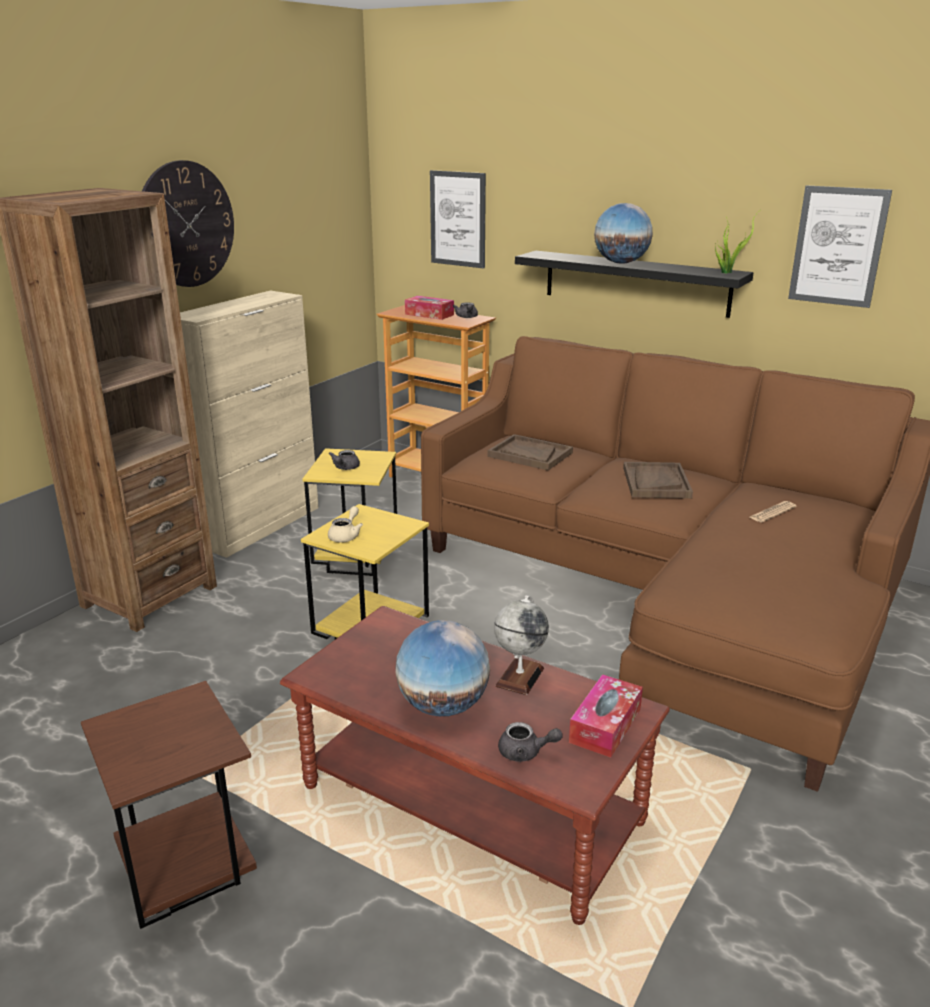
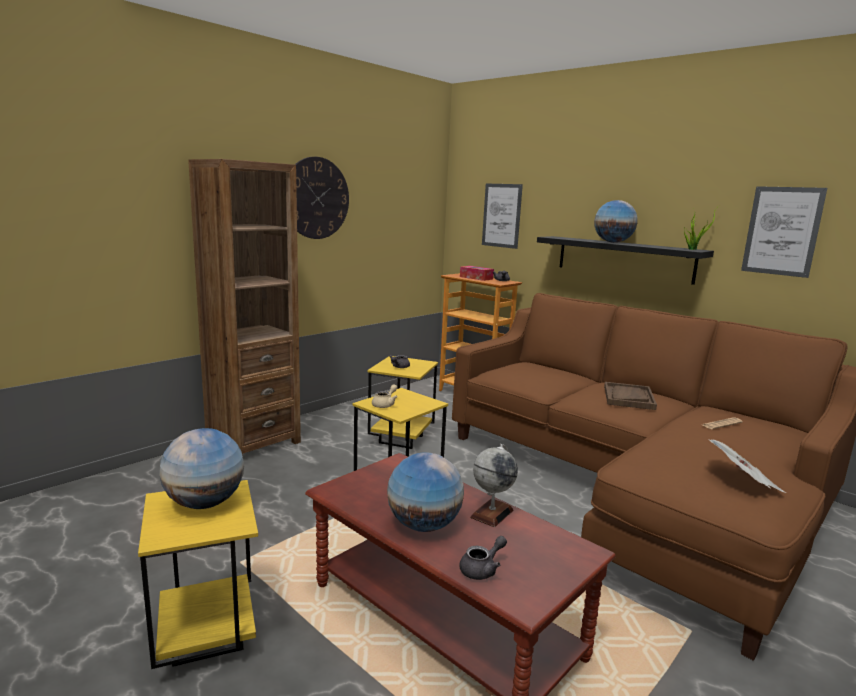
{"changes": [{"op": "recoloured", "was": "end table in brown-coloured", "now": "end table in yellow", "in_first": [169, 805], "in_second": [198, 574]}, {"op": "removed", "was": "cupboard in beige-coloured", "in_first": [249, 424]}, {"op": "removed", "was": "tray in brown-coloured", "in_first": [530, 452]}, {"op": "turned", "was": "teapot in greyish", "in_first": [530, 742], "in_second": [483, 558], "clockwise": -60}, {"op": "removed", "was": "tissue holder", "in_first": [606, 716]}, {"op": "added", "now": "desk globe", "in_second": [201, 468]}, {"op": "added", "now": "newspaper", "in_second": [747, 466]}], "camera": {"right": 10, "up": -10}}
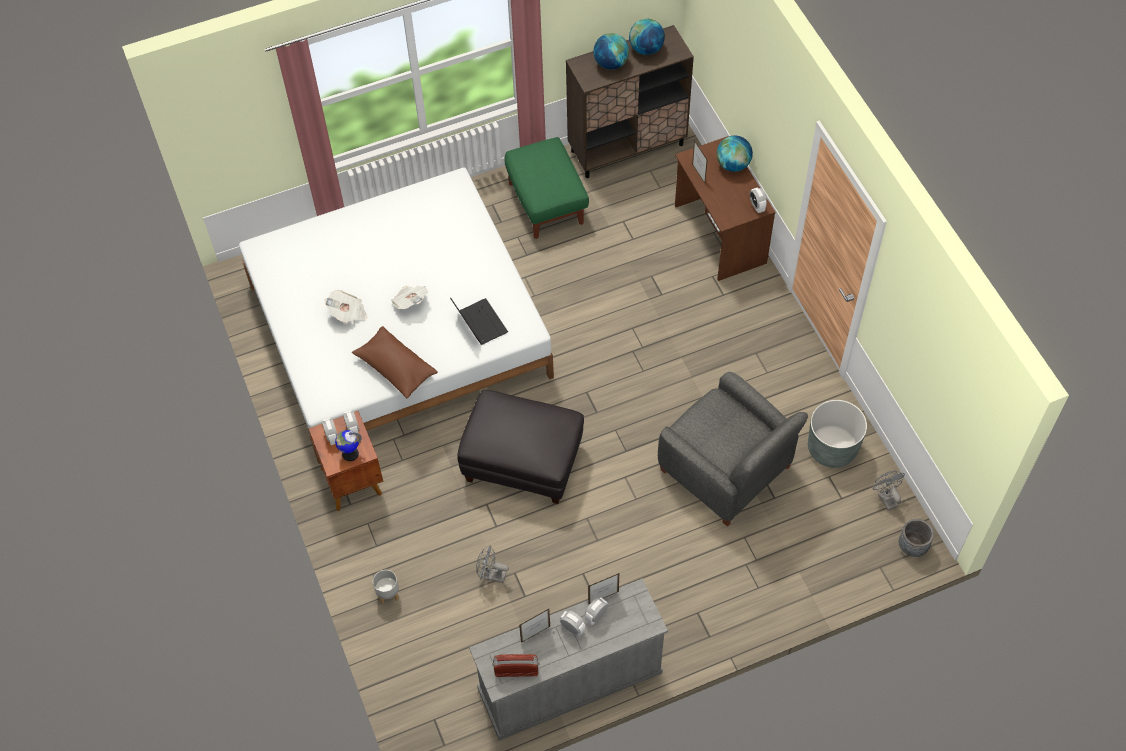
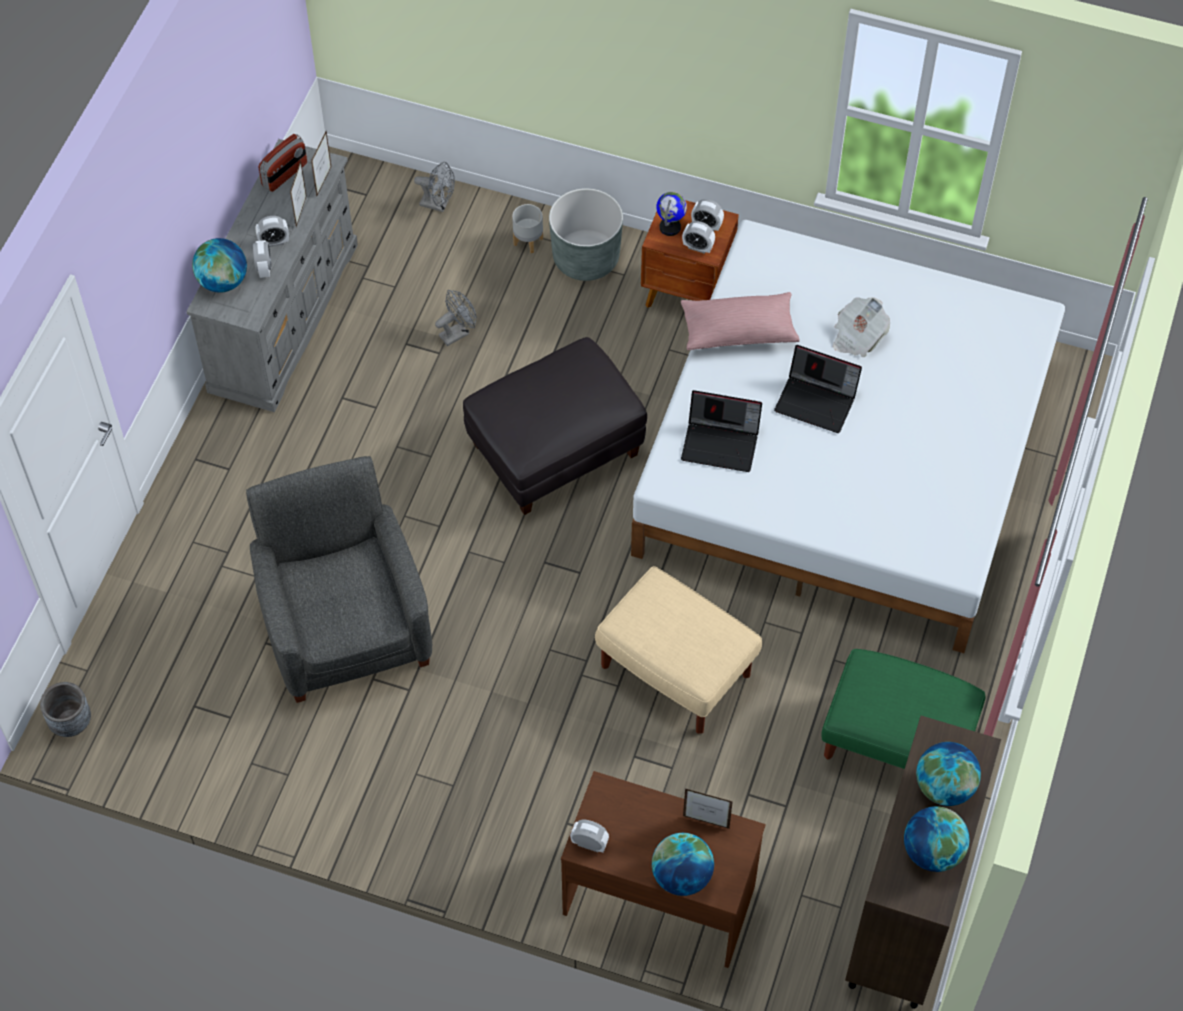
{"changes": [{"op": "recoloured", "was": "throw pillow in brown-coloured", "now": "throw pillow in pinkish", "in_first": [395, 362], "in_second": [740, 321]}, {"op": "replaced", "was": "newspaper", "now": "notebook computer", "in_first": [409, 297], "in_second": [818, 389]}, {"op": "moved", "was": "picture frame", "in_first": [603, 589], "in_second": [321, 164]}, {"op": "turned", "was": "lounge chair in greyish", "in_first": [733, 449], "in_second": [339, 579], "clockwise": 75}, {"op": "moved", "was": "planter in greyish", "in_first": [837, 434], "in_second": [586, 234]}, {"op": "moved", "was": "cooling fan in greyish", "in_first": [889, 490], "in_second": [434, 187]}, {"op": "added", "now": "desk globe", "in_second": [219, 265]}, {"op": "added", "now": "pouffe in beige-coloured", "in_second": [678, 650]}], "camera": {"right": 130, "up": 0}}
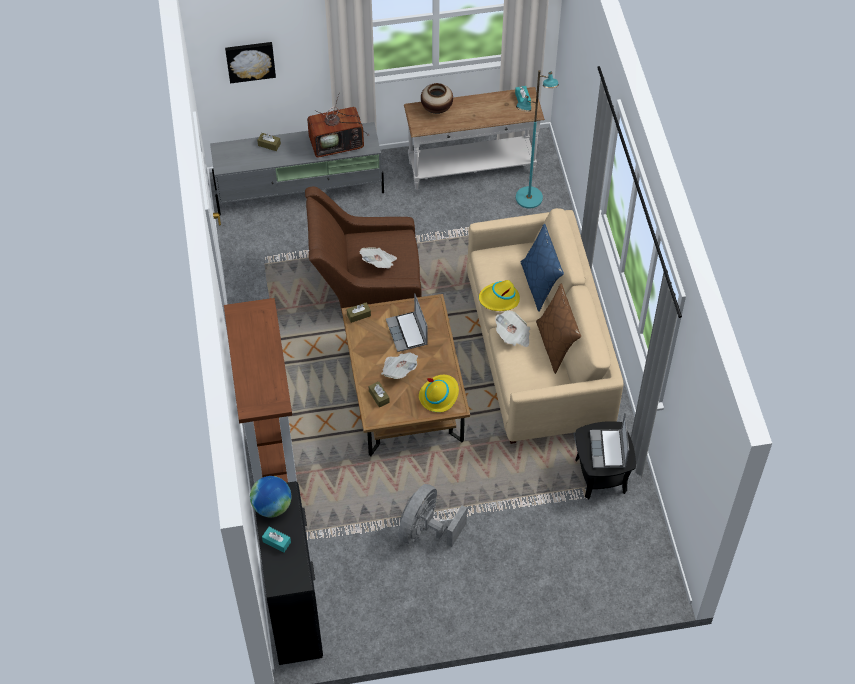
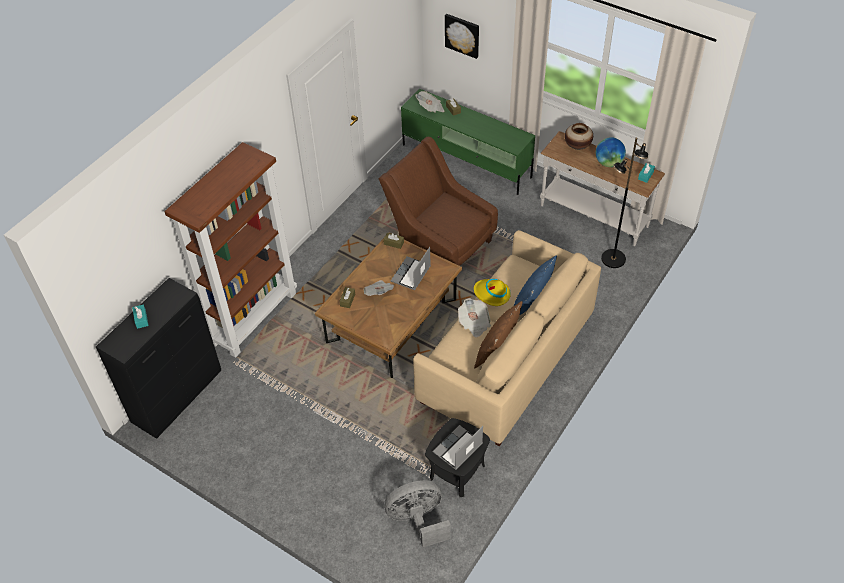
{"changes": [{"op": "recoloured", "was": "tv stand in greyish", "now": "tv stand in green-coloured", "in_first": [297, 168], "in_second": [468, 142]}, {"op": "moved", "was": "desk globe", "in_first": [270, 496], "in_second": [611, 152]}, {"op": "removed", "was": "TV set", "in_first": [338, 124]}, {"op": "moved", "was": "newspaper", "in_first": [378, 258], "in_second": [430, 102]}, {"op": "moved", "was": "cooling fan in greyish", "in_first": [432, 515], "in_second": [417, 513]}, {"op": "removed", "was": "wearable hat in yellow", "in_first": [439, 393]}, {"op": "recoloured", "was": "standard lamp in turquoise-coloured", "now": "standard lamp in black", "in_first": [537, 139], "in_second": [624, 203]}], "camera": {"right": 45, "up": -5}}
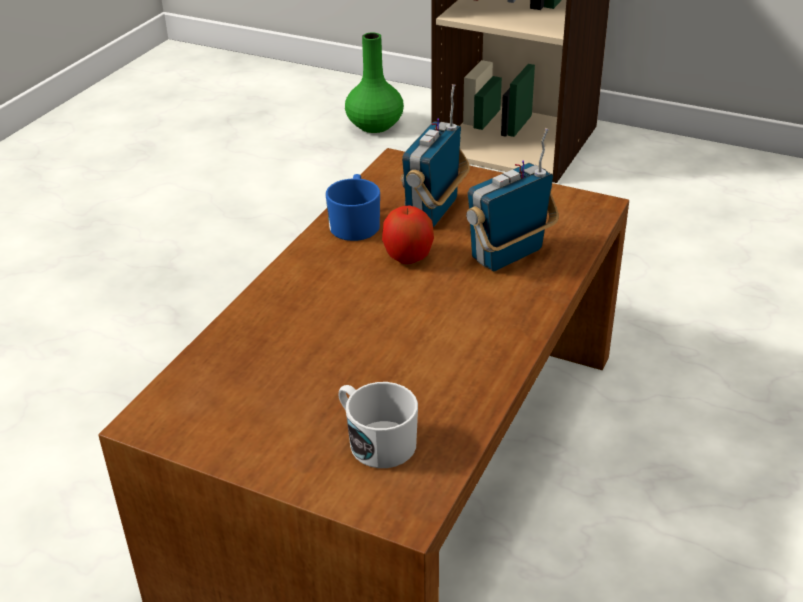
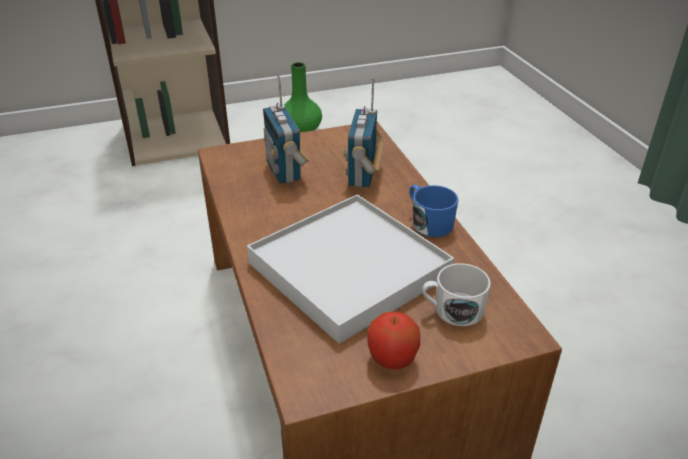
{"changes": [{"op": "moved", "was": "mug in blue-coloured", "in_first": [353, 207], "in_second": [434, 211]}, {"op": "moved", "was": "flower vase in green-coloured", "in_first": [374, 82], "in_second": [303, 97]}, {"op": "moved", "was": "apple fruit", "in_first": [408, 235], "in_second": [393, 340]}, {"op": "added", "now": "tray in white-coloured", "in_second": [350, 269]}], "camera": {"right": -45, "up": 0}}
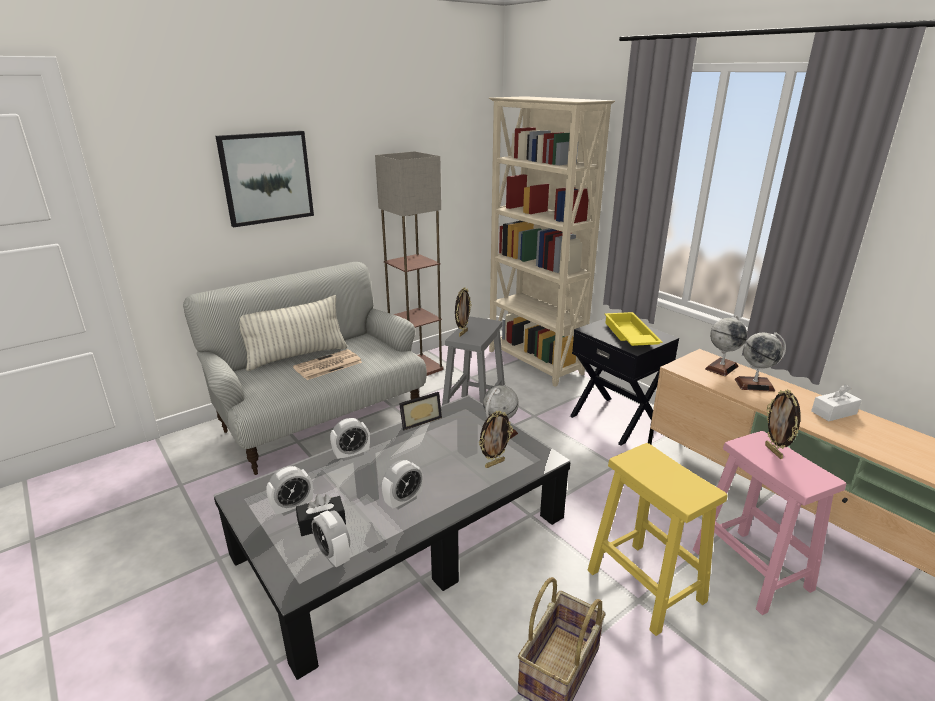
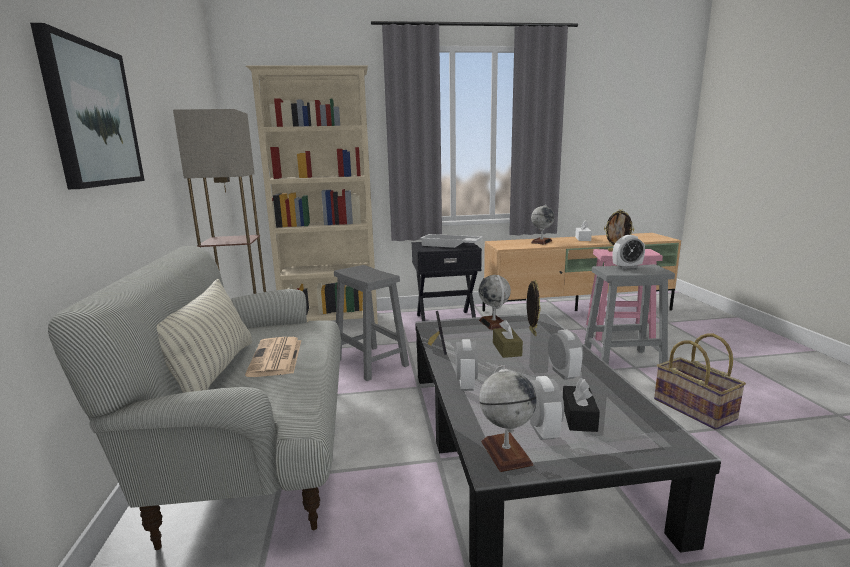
{"changes": [{"op": "moved", "was": "bedside clock", "in_first": [331, 539], "in_second": [629, 252]}, {"op": "removed", "was": "picture frame", "in_first": [463, 312]}, {"op": "recoloured", "was": "sitting stool in yellow", "now": "sitting stool in greyish", "in_first": [657, 539], "in_second": [629, 314]}, {"op": "recoloured", "was": "tray in yellow", "now": "tray in white-coloured", "in_first": [633, 329], "in_second": [451, 241]}, {"op": "moved", "was": "desk globe", "in_first": [726, 345], "in_second": [508, 418]}, {"op": "added", "now": "tissue holder in brown-coloured", "in_second": [508, 339]}], "camera": {"right": -60, "up": -10}}
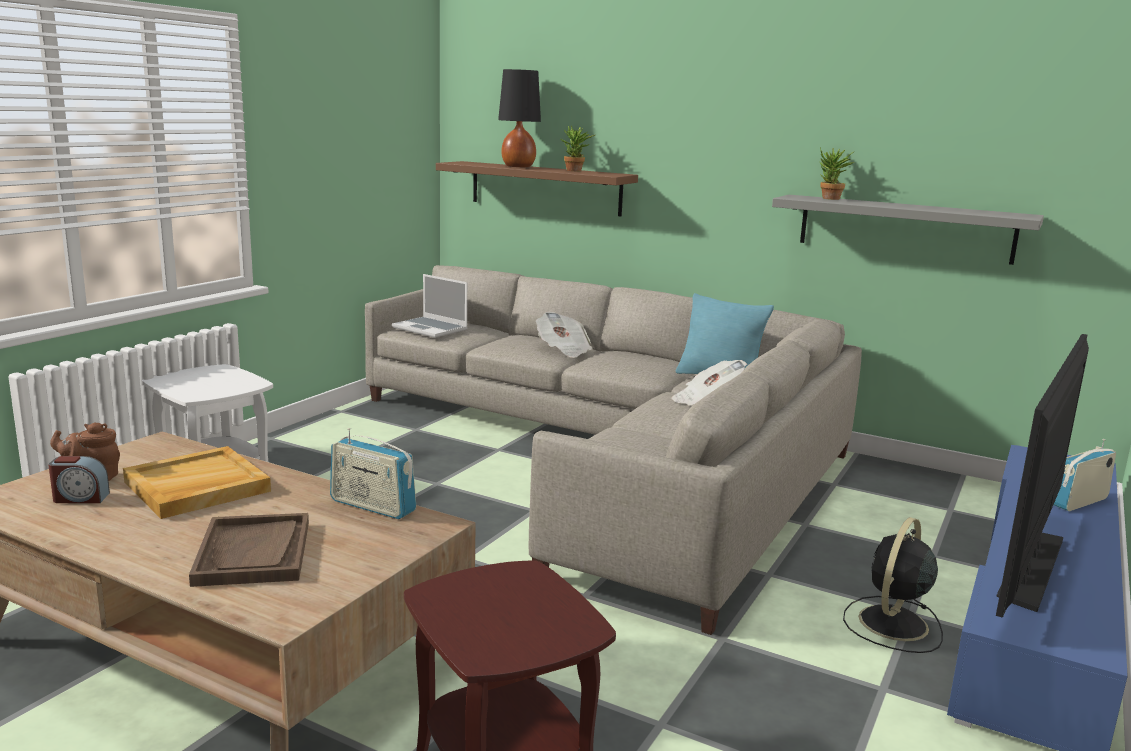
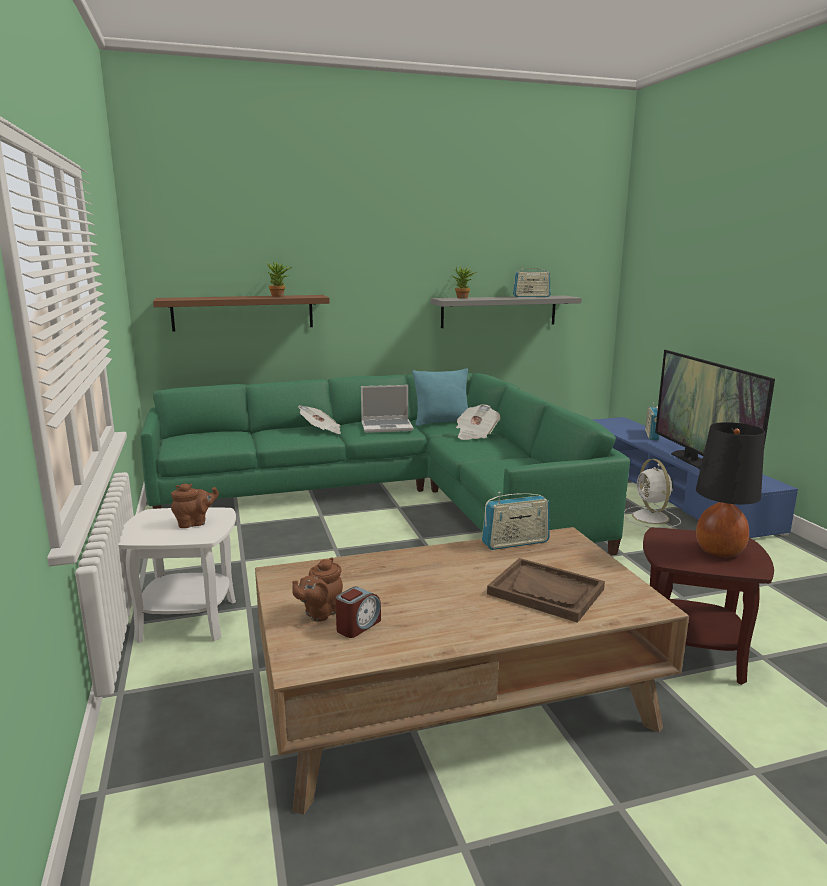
{"changes": [{"op": "removed", "was": "tray in beige-coloured", "in_first": [197, 482]}, {"op": "recoloured", "was": "settee in greyish", "now": "settee in green-coloured", "in_first": [613, 450], "in_second": [385, 464]}, {"op": "moved", "was": "notebook computer", "in_first": [430, 306], "in_second": [387, 409]}, {"op": "moved", "was": "lamp for a table in black", "in_first": [519, 118], "in_second": [730, 490]}, {"op": "recoloured", "was": "cooling fan in black", "now": "cooling fan in white-coloured", "in_first": [893, 585], "in_second": [652, 493]}, {"op": "added", "now": "teapot in brown-coloured", "in_second": [195, 505]}, {"op": "added", "now": "radio", "in_second": [531, 281]}], "camera": {"right": -45, "up": 0}}
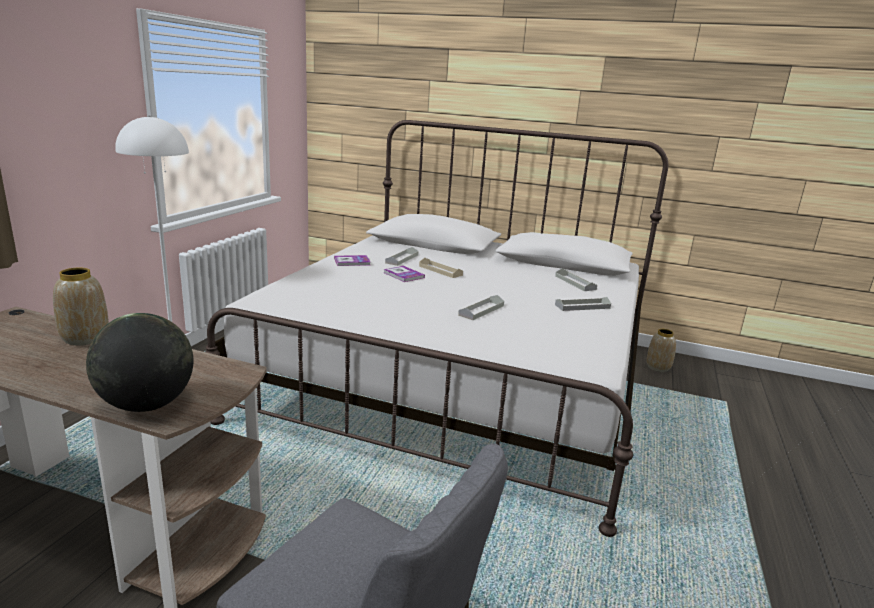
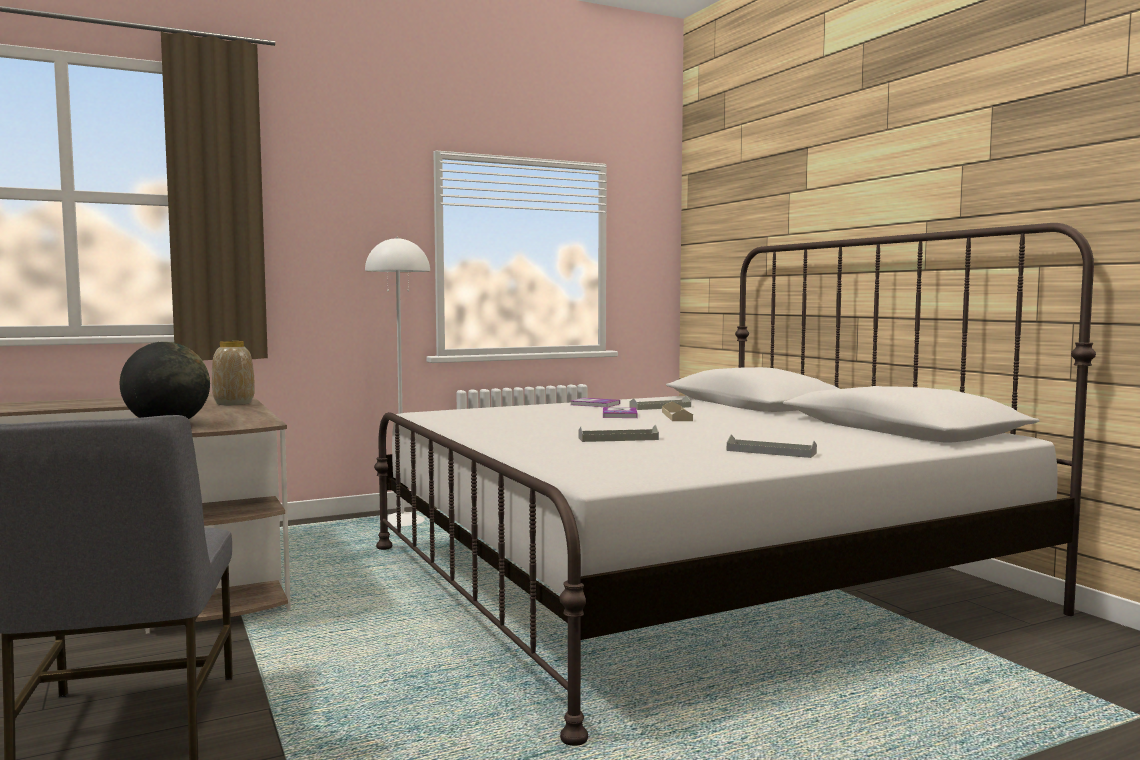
{"changes": [{"op": "removed", "was": "tray in greyish", "in_first": [576, 279]}, {"op": "removed", "was": "flower vase", "in_first": [661, 350]}], "camera": {"right": 45, "up": -15}}
